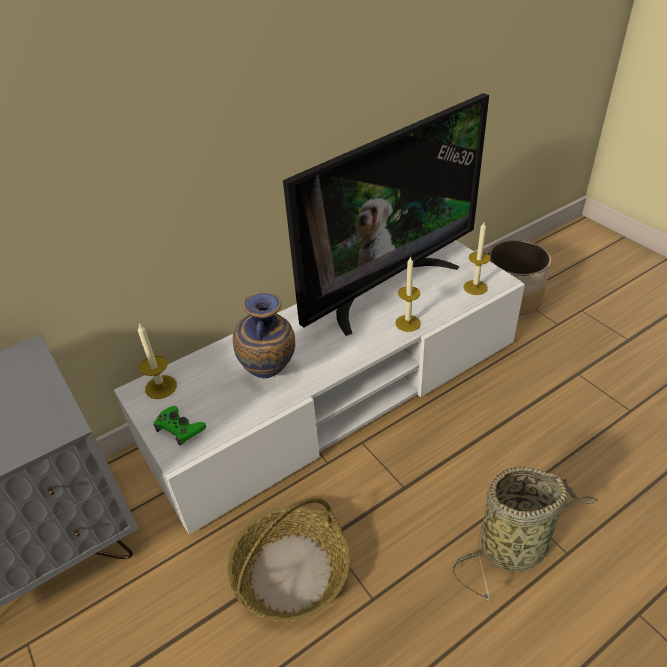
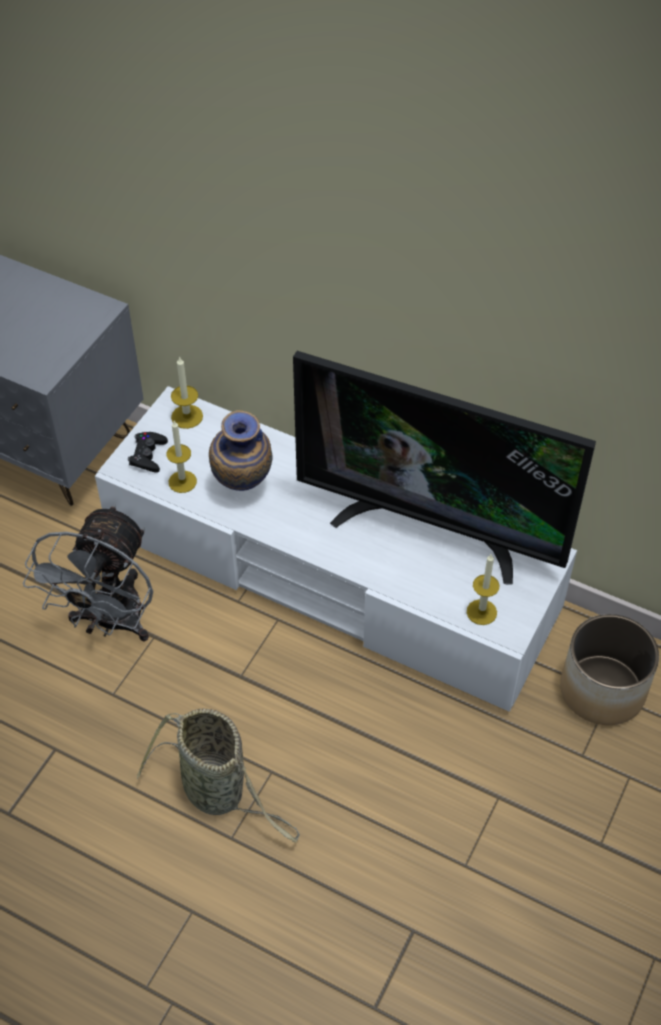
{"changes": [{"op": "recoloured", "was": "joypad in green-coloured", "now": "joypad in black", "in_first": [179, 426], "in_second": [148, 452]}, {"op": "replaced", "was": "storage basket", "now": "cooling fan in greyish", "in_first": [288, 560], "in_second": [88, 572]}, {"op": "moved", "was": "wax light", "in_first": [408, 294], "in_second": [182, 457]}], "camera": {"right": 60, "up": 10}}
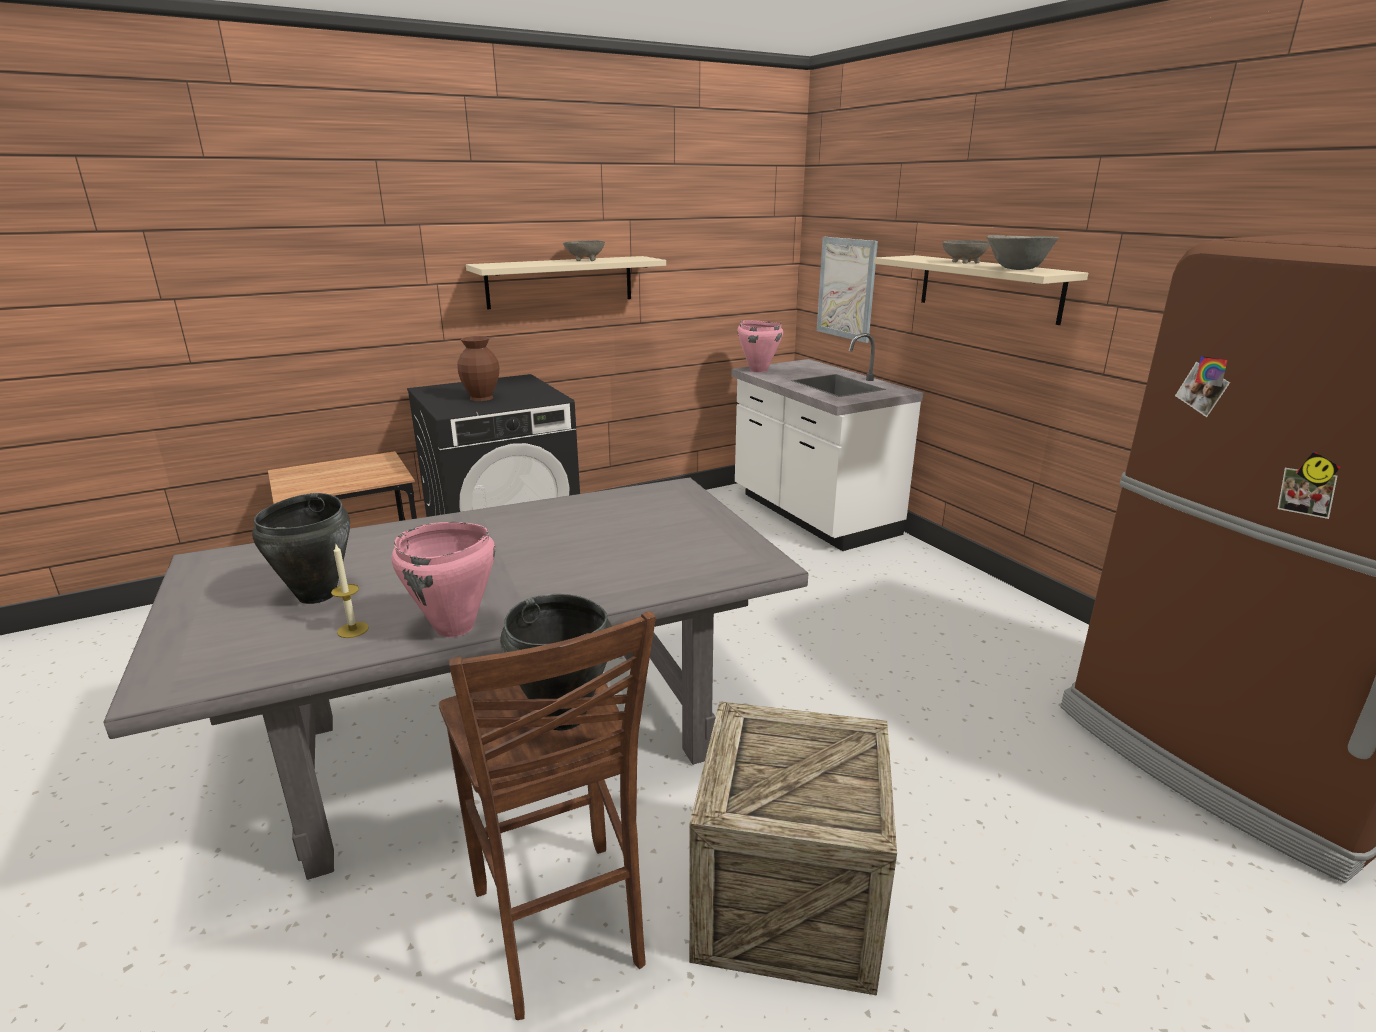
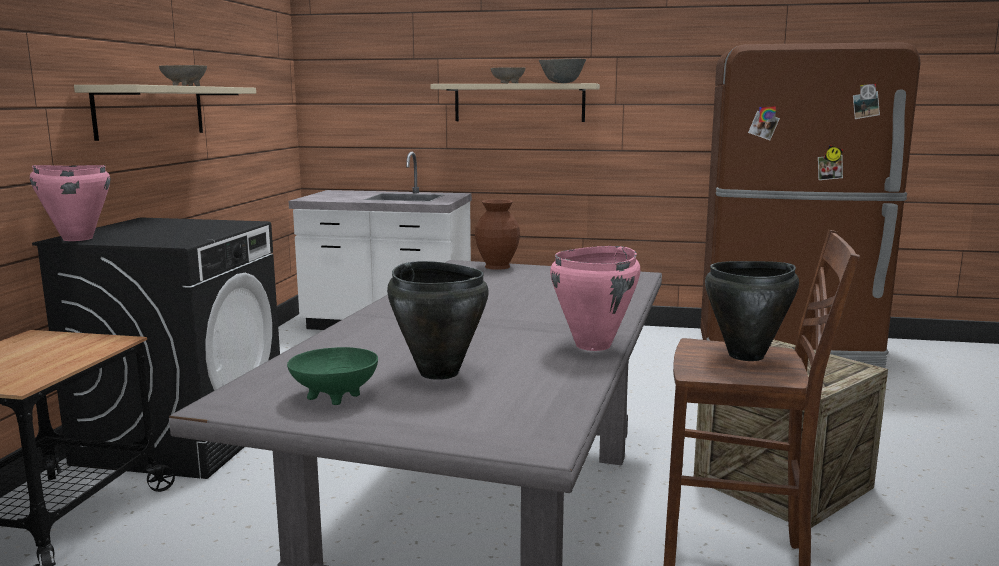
{"changes": [{"op": "removed", "was": "wax light", "in_first": [350, 591]}, {"op": "moved", "was": "flower vase in brown-coloured", "in_first": [478, 368], "in_second": [497, 234]}, {"op": "moved", "was": "saucepot in pinkish", "in_first": [760, 346], "in_second": [70, 203]}, {"op": "removed", "was": "wall art", "in_first": [847, 290]}, {"op": "added", "now": "serving bowl in green-coloured", "in_second": [332, 376]}], "camera": {"right": -50, "up": -10}}
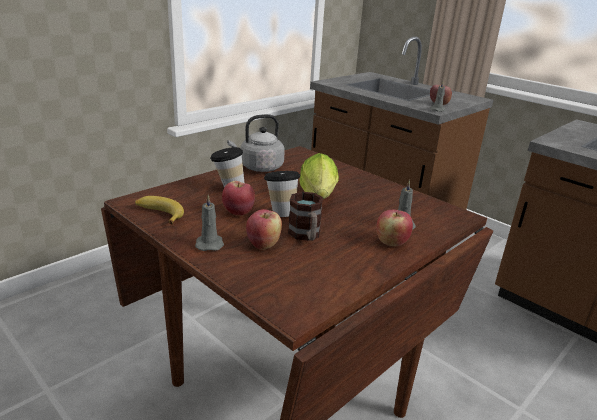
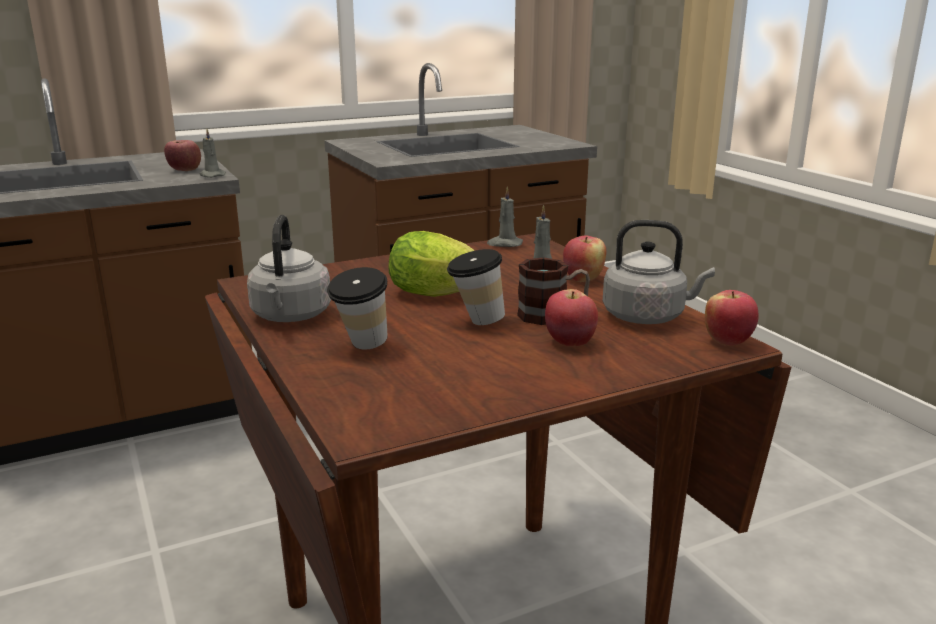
{"changes": [{"op": "removed", "was": "banana fruit", "in_first": [159, 210]}, {"op": "moved", "was": "wax light in greyish", "in_first": [209, 223], "in_second": [505, 217]}, {"op": "moved", "was": "apple fruit", "in_first": [238, 198], "in_second": [731, 318]}, {"op": "added", "now": "water kettle in greyish", "in_second": [659, 272]}], "camera": {"right": -70, "up": -5}}
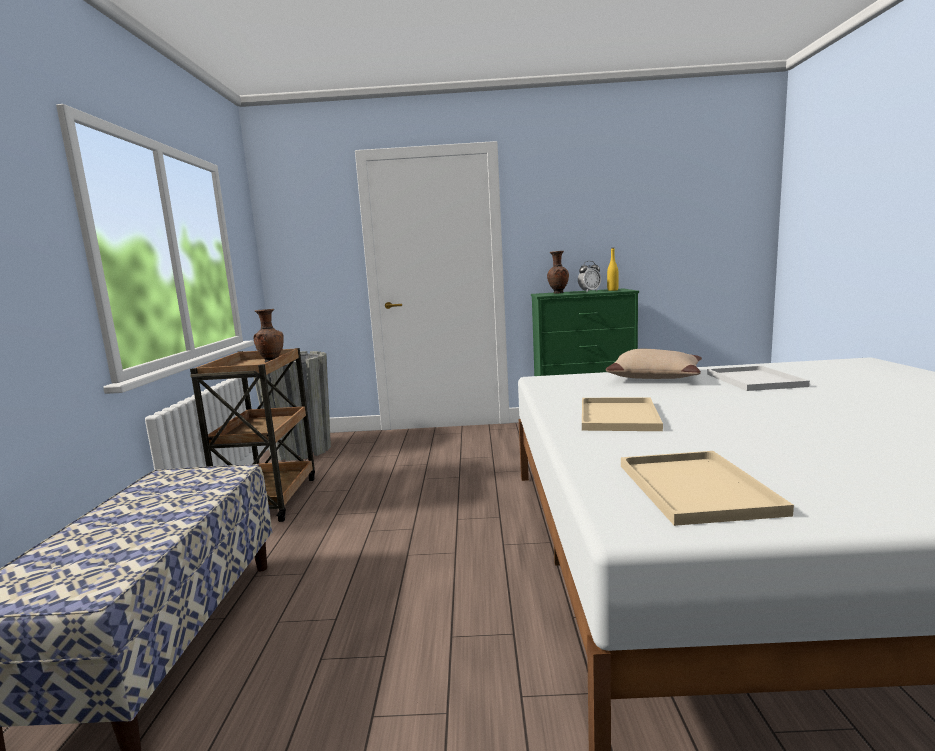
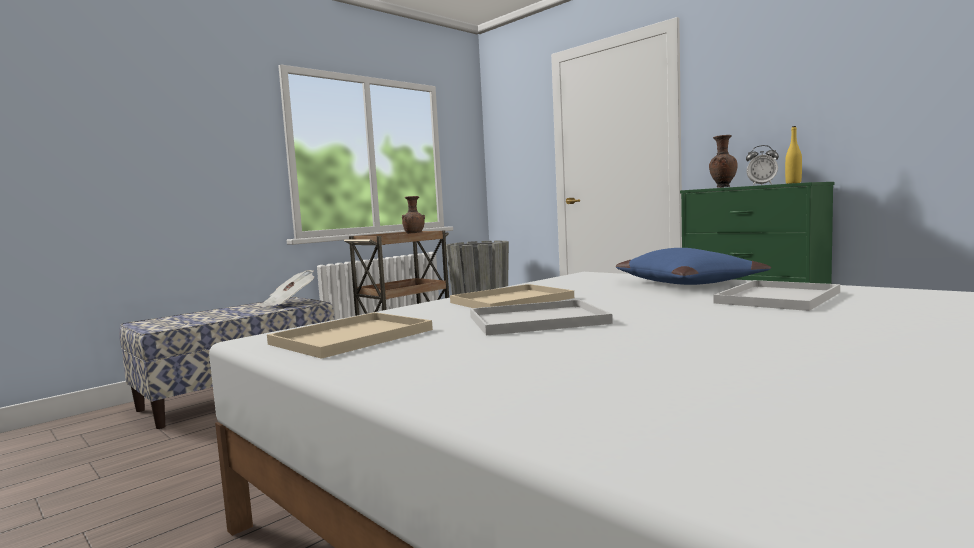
{"changes": [{"op": "recoloured", "was": "throw pillow in beige-coloured", "now": "throw pillow in blue-coloured", "in_first": [654, 364], "in_second": [693, 266]}, {"op": "added", "now": "newspaper", "in_second": [286, 288]}, {"op": "added", "now": "tray in white-coloured", "in_second": [541, 317]}], "camera": {"right": 45, "up": -5}}
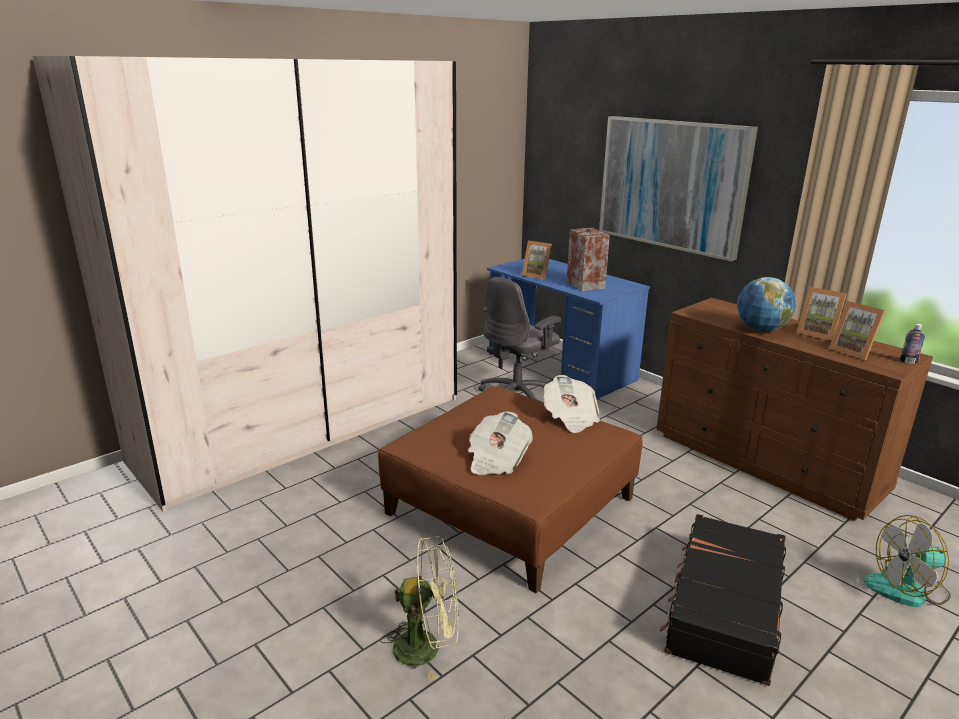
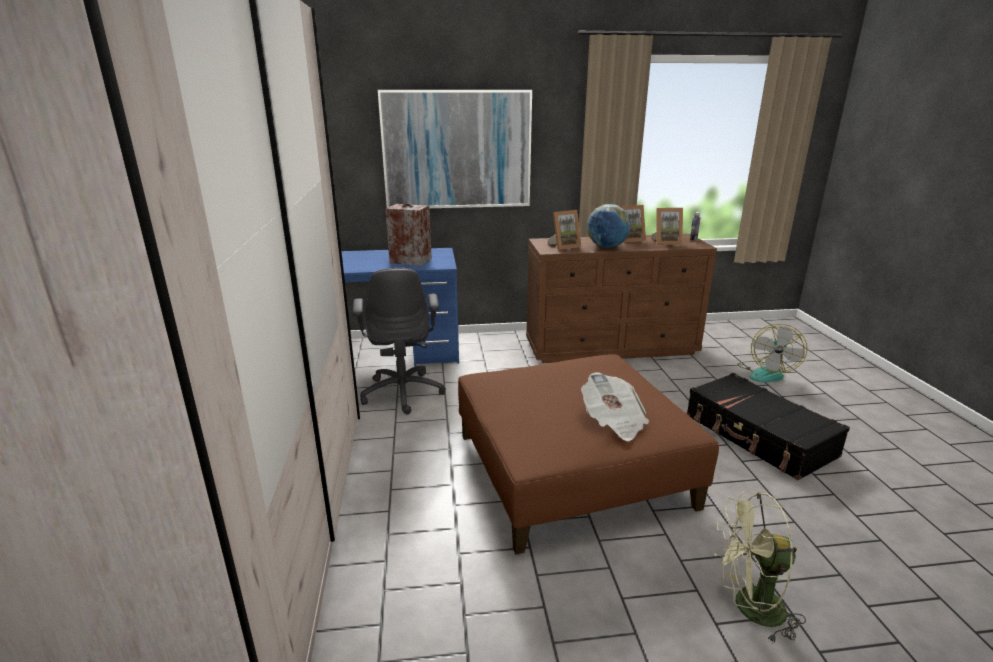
{"changes": [{"op": "turned", "was": "cooling fan in green-coloured", "in_first": [419, 608], "in_second": [760, 567], "clockwise": -120}, {"op": "moved", "was": "picture frame", "in_first": [537, 260], "in_second": [565, 230]}, {"op": "removed", "was": "newspaper", "in_first": [572, 404]}], "camera": {"right": -55, "up": 0}}
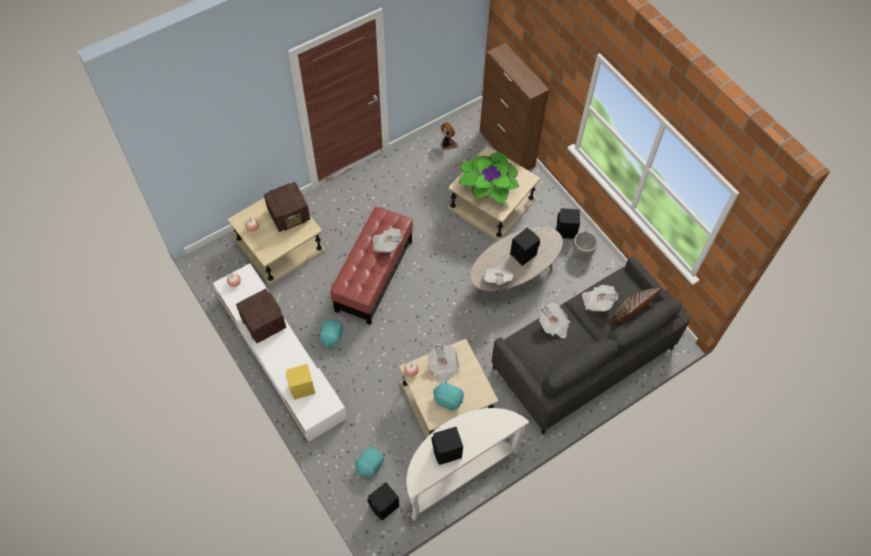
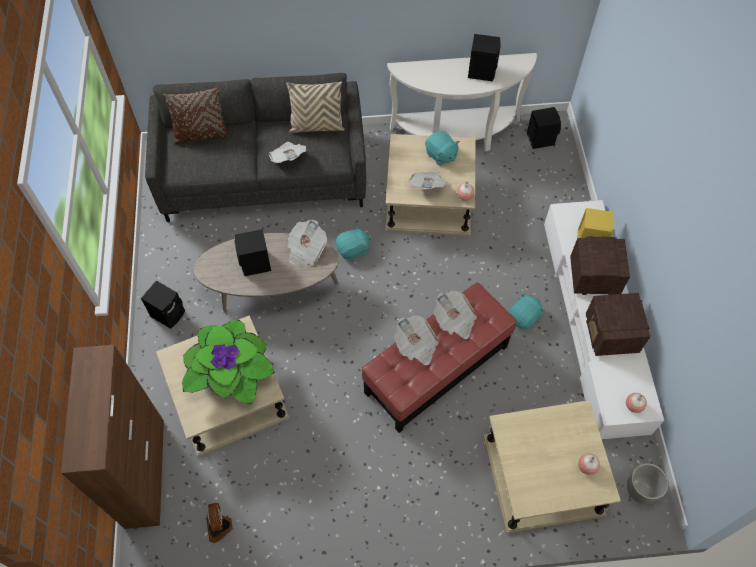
{"changes": [{"op": "moved", "was": "radio", "in_first": [287, 207], "in_second": [600, 265]}, {"op": "moved", "was": "soft toy in turquoise-coloured", "in_first": [369, 462], "in_second": [353, 243]}, {"op": "moved", "was": "planter", "in_first": [585, 245], "in_second": [648, 483]}, {"op": "moved", "was": "newspaper", "in_first": [600, 298], "in_second": [455, 315]}, {"op": "added", "now": "throw pillow in beige-coloured", "in_second": [315, 107]}], "camera": {"right": -150, "up": 0}}
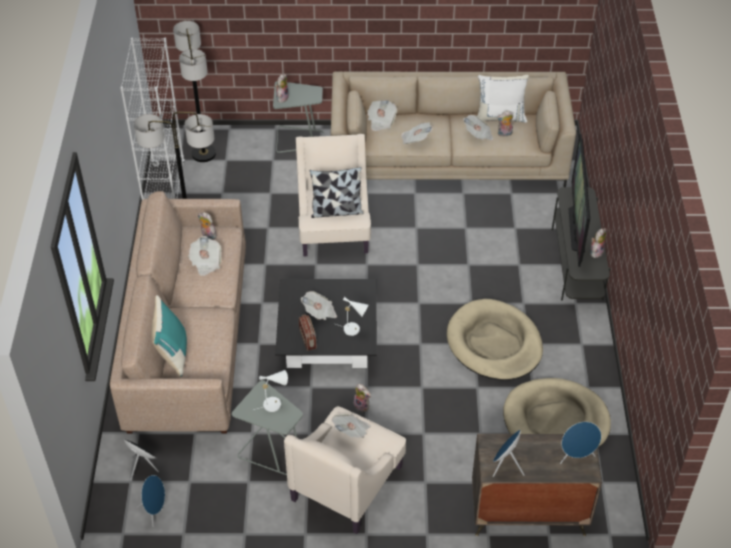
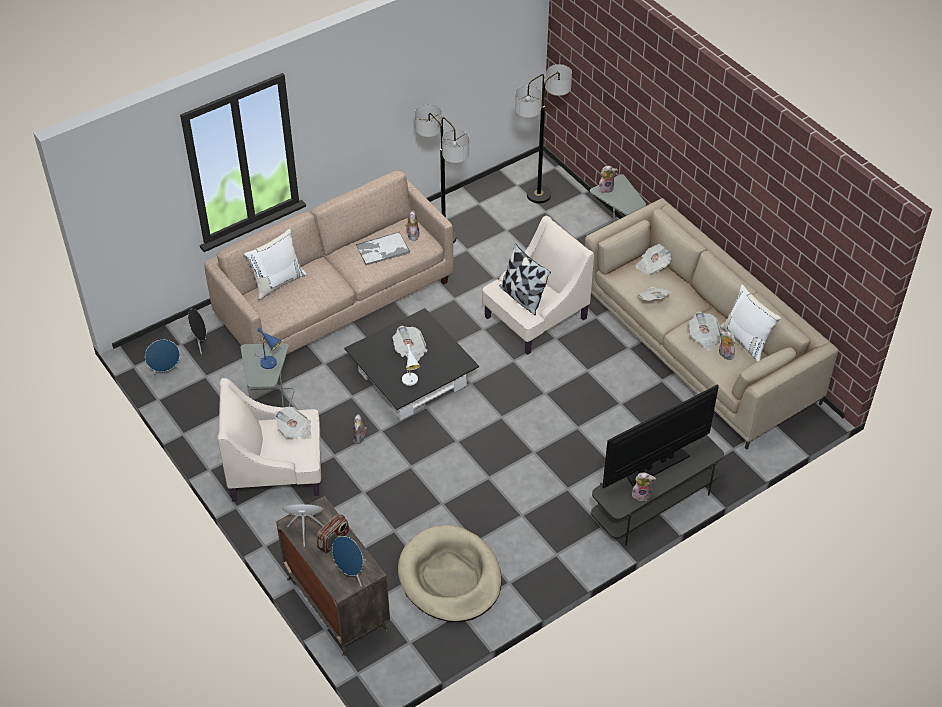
{"changes": [{"op": "removed", "was": "bookshelf in white-coloured", "in_first": [152, 119]}, {"op": "recoloured", "was": "throw pillow in turquoise-coloured", "now": "throw pillow in white-coloured", "in_first": [169, 336], "in_second": [275, 264]}, {"op": "replaced", "was": "newspaper", "now": "tray", "in_first": [205, 256], "in_second": [383, 248]}, {"op": "recoloured", "was": "lamp for a table in white-coloured", "now": "lamp for a table in blue-coloured", "in_first": [270, 391], "in_second": [268, 348]}, {"op": "moved", "was": "radio", "in_first": [308, 332], "in_second": [333, 534]}, {"op": "removed", "was": "pet bed in beige-coloured", "in_first": [495, 339]}], "camera": {"right": 55, "up": 0}}
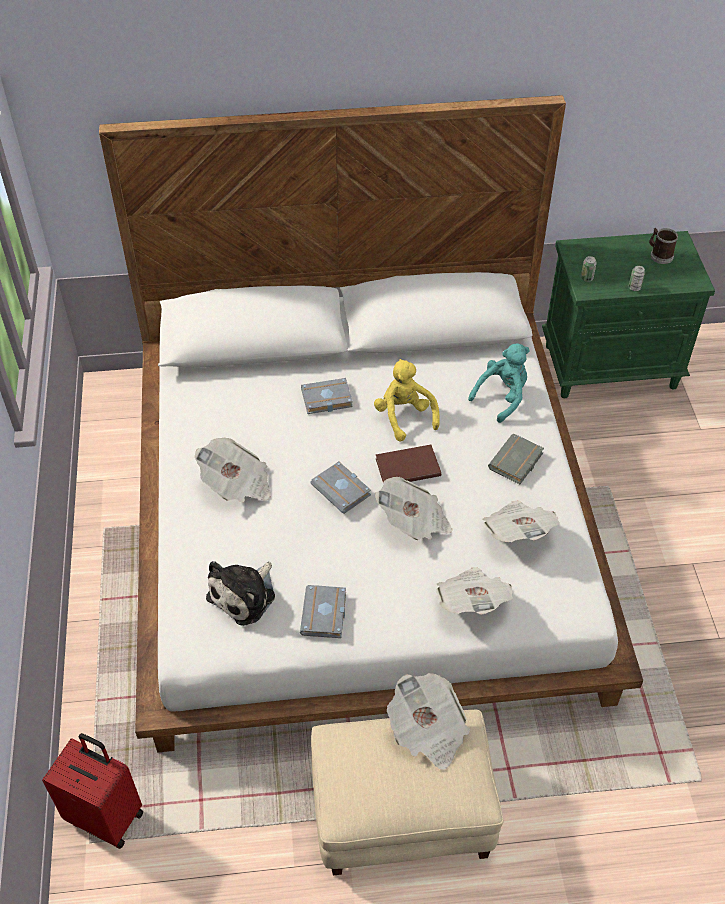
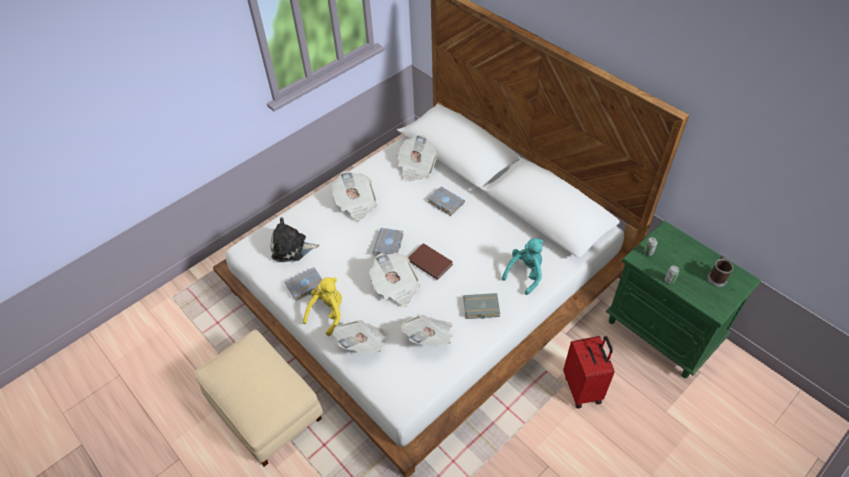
{"changes": [{"op": "moved", "was": "suitcase in reddish", "in_first": [93, 791], "in_second": [589, 372]}, {"op": "moved", "was": "soft toy in yellow", "in_first": [407, 400], "in_second": [322, 306]}, {"op": "moved", "was": "newspaper", "in_first": [428, 721], "in_second": [417, 158]}, {"op": "turned", "was": "soft toy in turquoise-coloured", "in_first": [499, 383], "in_second": [522, 266], "clockwise": -60}], "camera": {"right": 55, "up": 0}}
